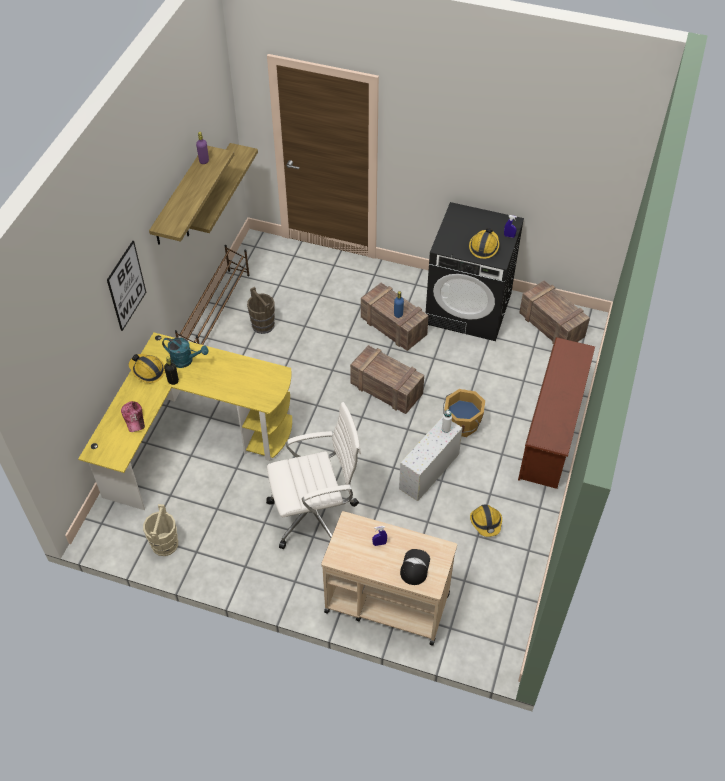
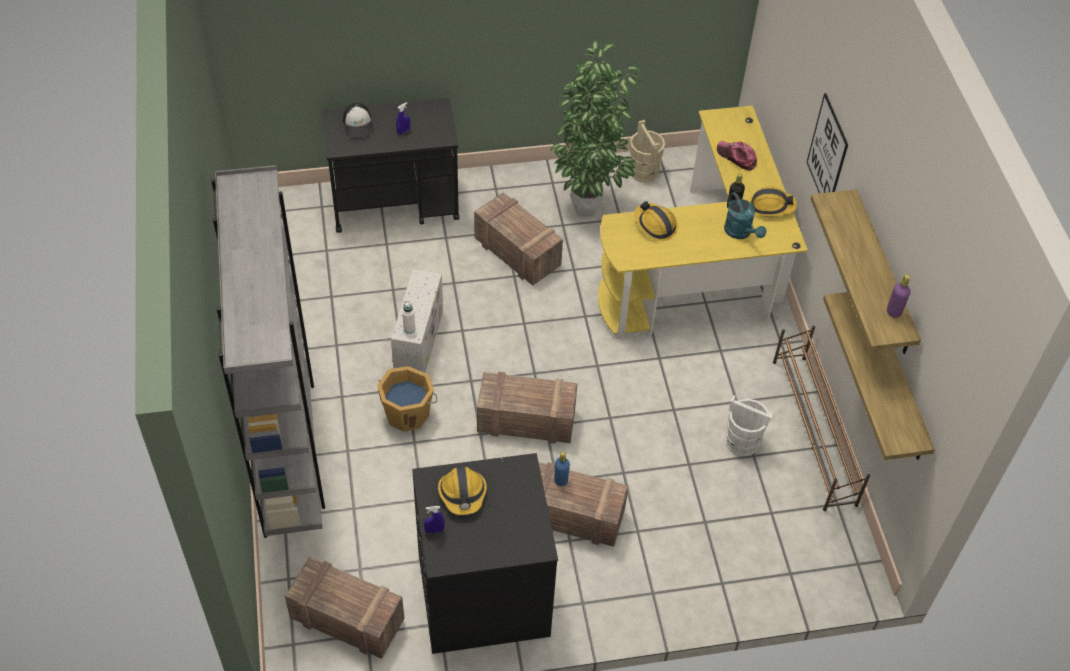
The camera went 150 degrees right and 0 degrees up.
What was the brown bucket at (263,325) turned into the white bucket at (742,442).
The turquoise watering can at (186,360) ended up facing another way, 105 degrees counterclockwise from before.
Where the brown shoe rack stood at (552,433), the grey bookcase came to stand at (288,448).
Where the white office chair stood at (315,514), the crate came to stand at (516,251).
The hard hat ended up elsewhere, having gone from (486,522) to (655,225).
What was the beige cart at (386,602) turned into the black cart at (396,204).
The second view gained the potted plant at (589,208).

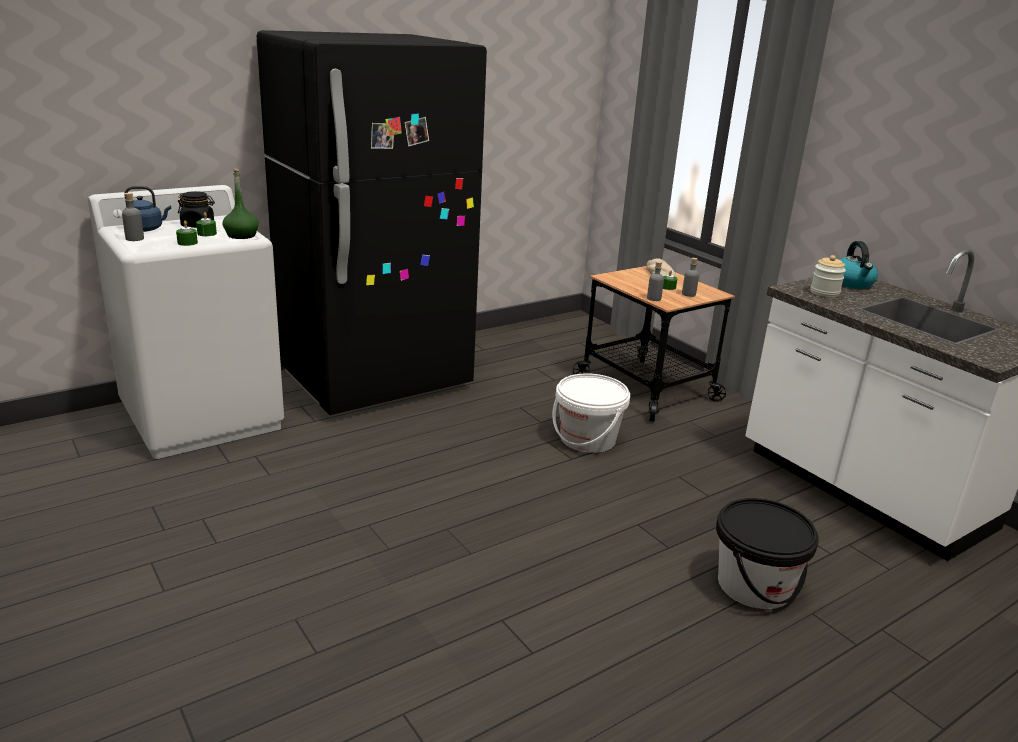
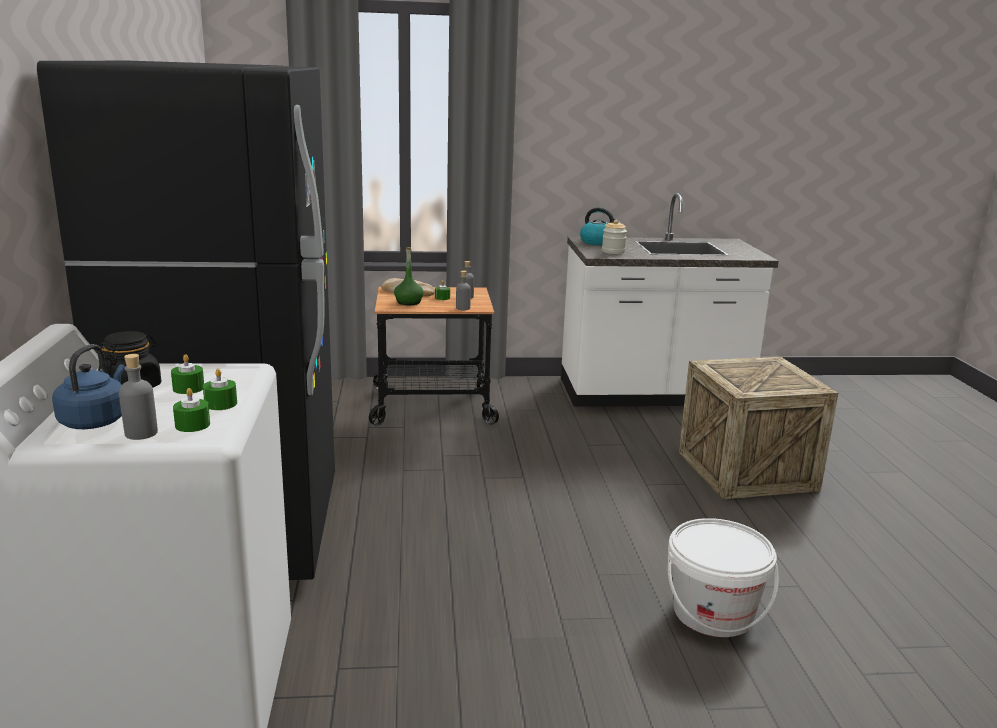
The camera went 60 degrees left and 5 degrees down.
The green bottle ended up elsewhere, having gone from (241,235) to (408,302).
The white bucket ended up elsewhere, having gone from (587,439) to (713,613).
Where the black bucket stood at (754,585), the crate came to stand at (746,471).
The second view gained the green candle at (192,425).

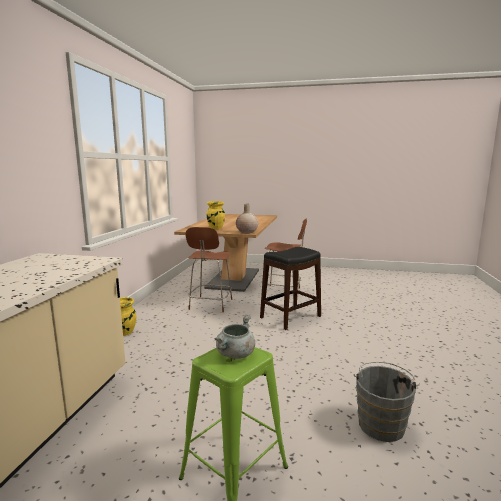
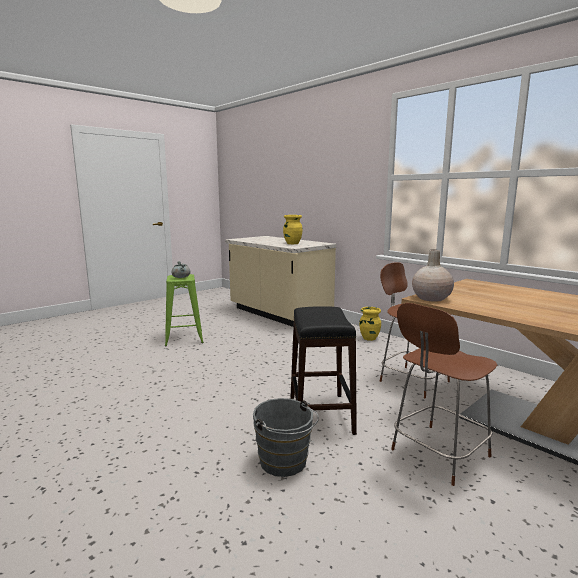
The camera went 125 degrees right and 0 degrees up.
The yellow vase ended up elsewhere, having gone from (215,228) to (292,243).
The grey bucket ended up elsewhere, having gone from (381,423) to (285,463).

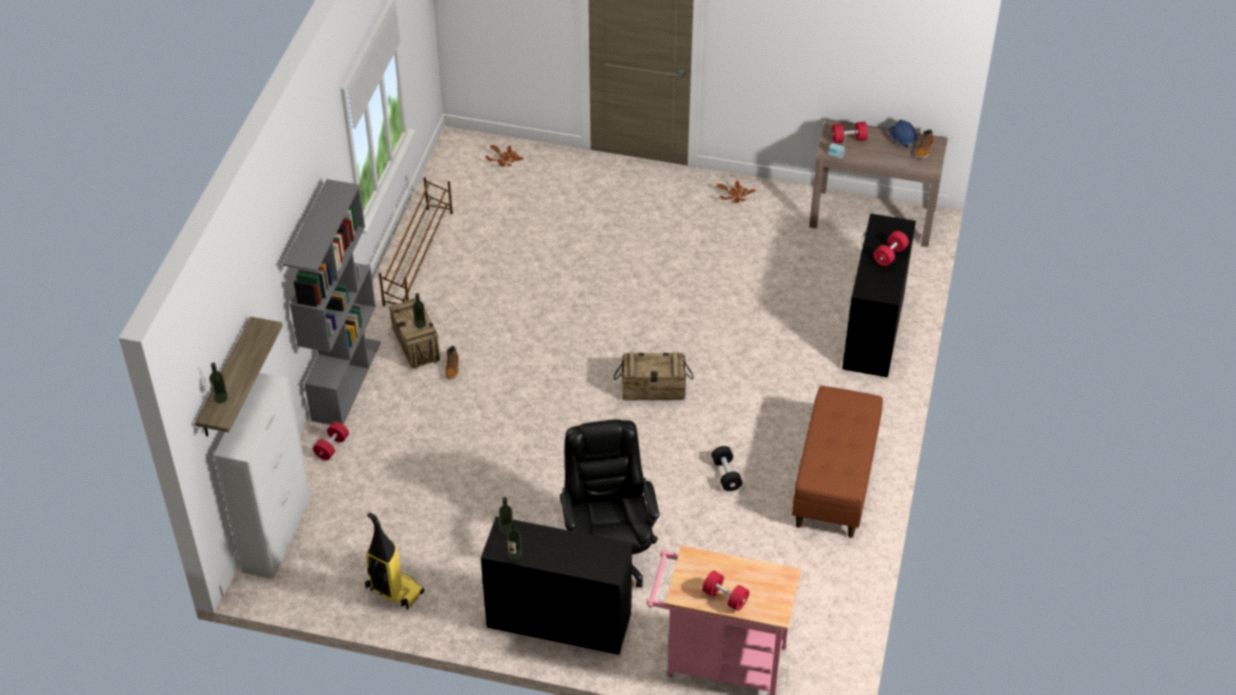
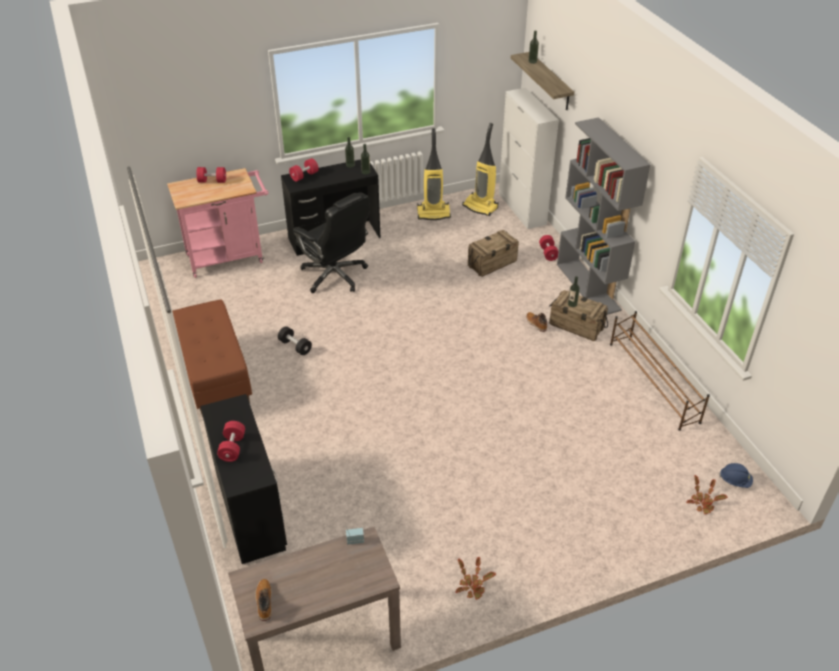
The camera went 145 degrees right and 5 degrees down.
The blue hard hat ended up elsewhere, having gone from (901,139) to (735,481).
The red dumbbell ended up elsewhere, having gone from (848,139) to (304,176).
The crate ended up elsewhere, having gone from (653,388) to (492,263).
The second view gained the vacuum cleaner at (481,207).

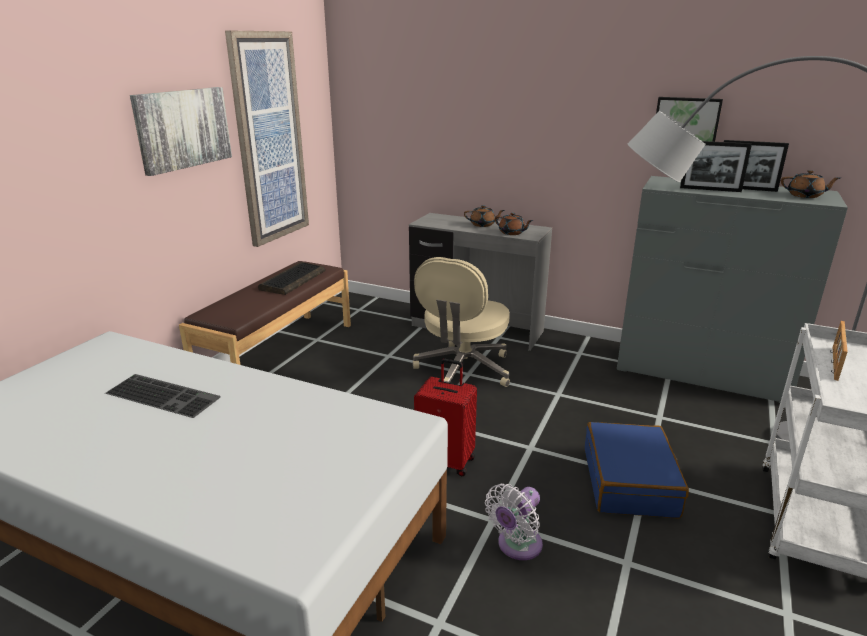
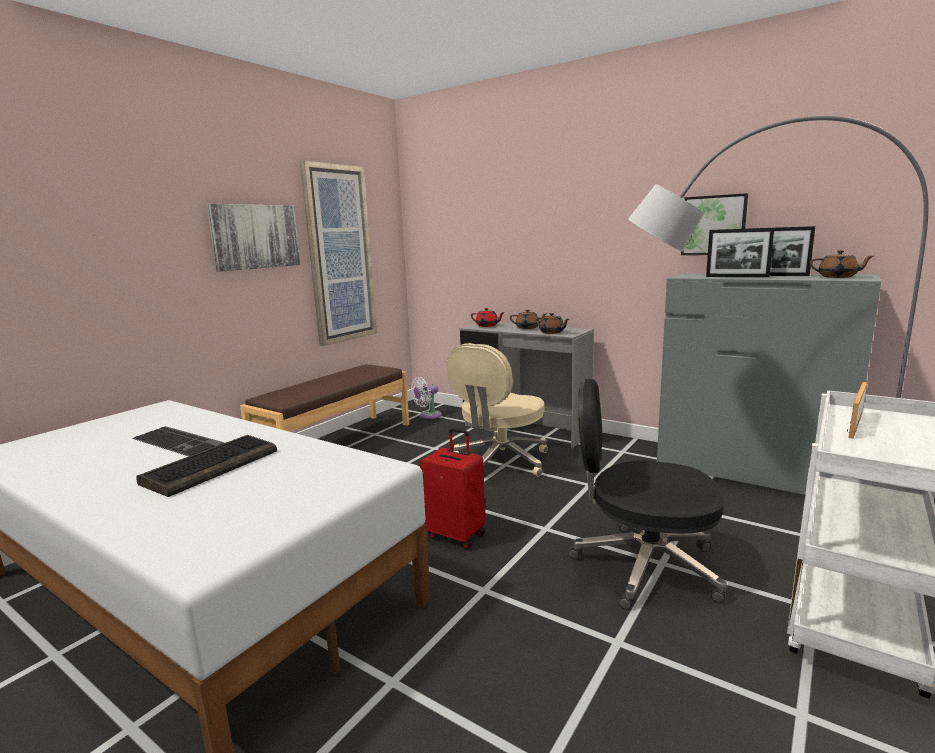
The camera went 10 degrees right and 10 degrees down.
The keyboard ended up elsewhere, having gone from (293,280) to (212,466).
Where the blue suitcase stood at (630,482), the black office chair came to stand at (643,565).
The white fan ended up elsewhere, having gone from (516,546) to (428,416).
The second view gained the red teapot at (487,325).

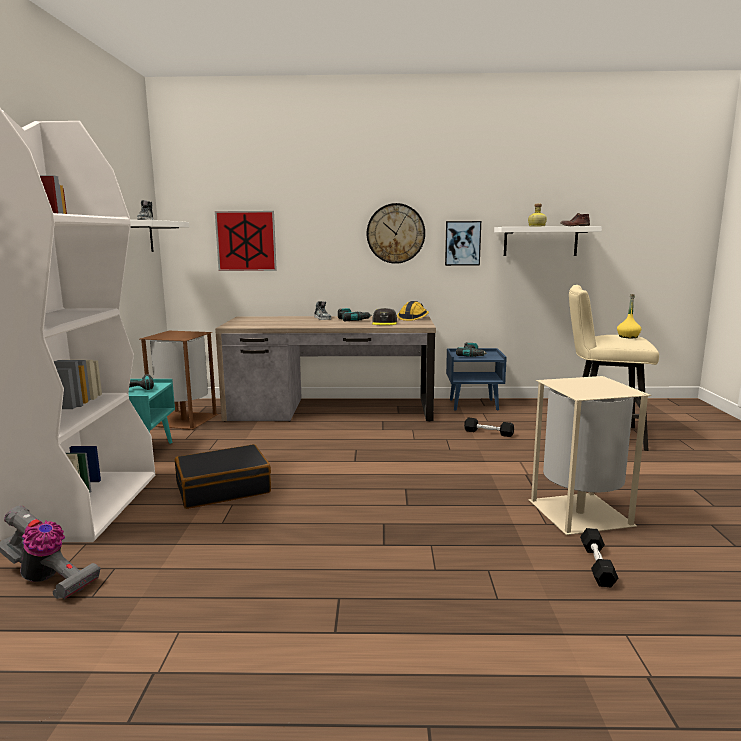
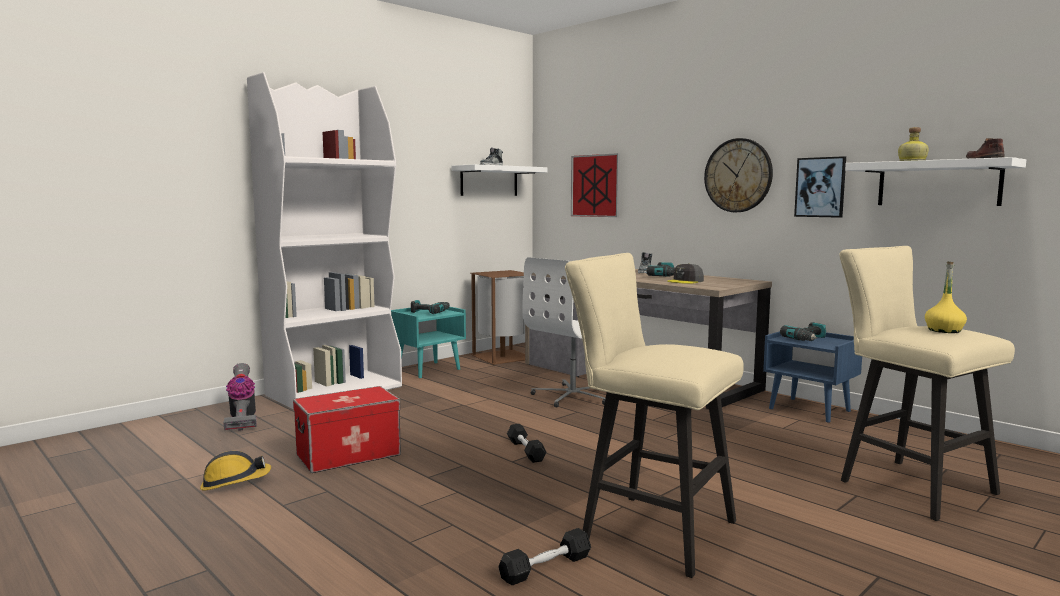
The camera went 45 degrees right and 5 degrees down.
The hard hat ended up elsewhere, having gone from (413,318) to (235,482).
Where the beige trash can stood at (577,513), the beige stool came to stand at (648,529).
The black dumbbell ended up elsewhere, having gone from (488,433) to (526,451).
The second view lost the black suitcase at (223,488).
The second view gained the white office chair at (573,396).
The second view gained the storage box at (348,455).

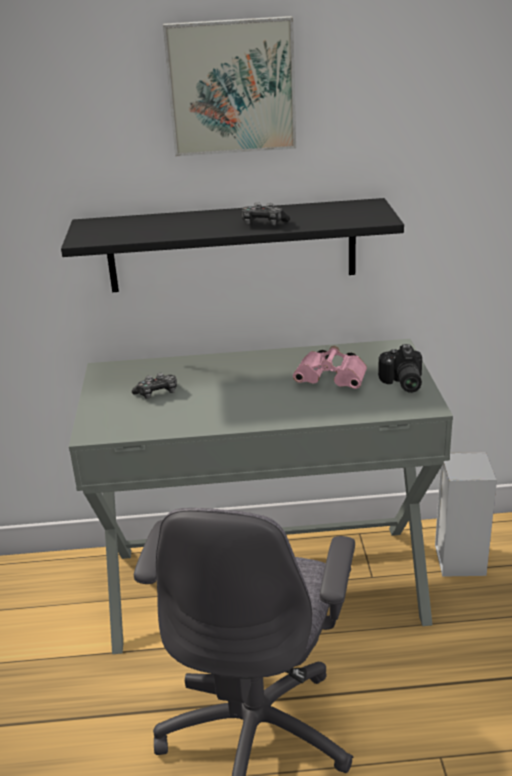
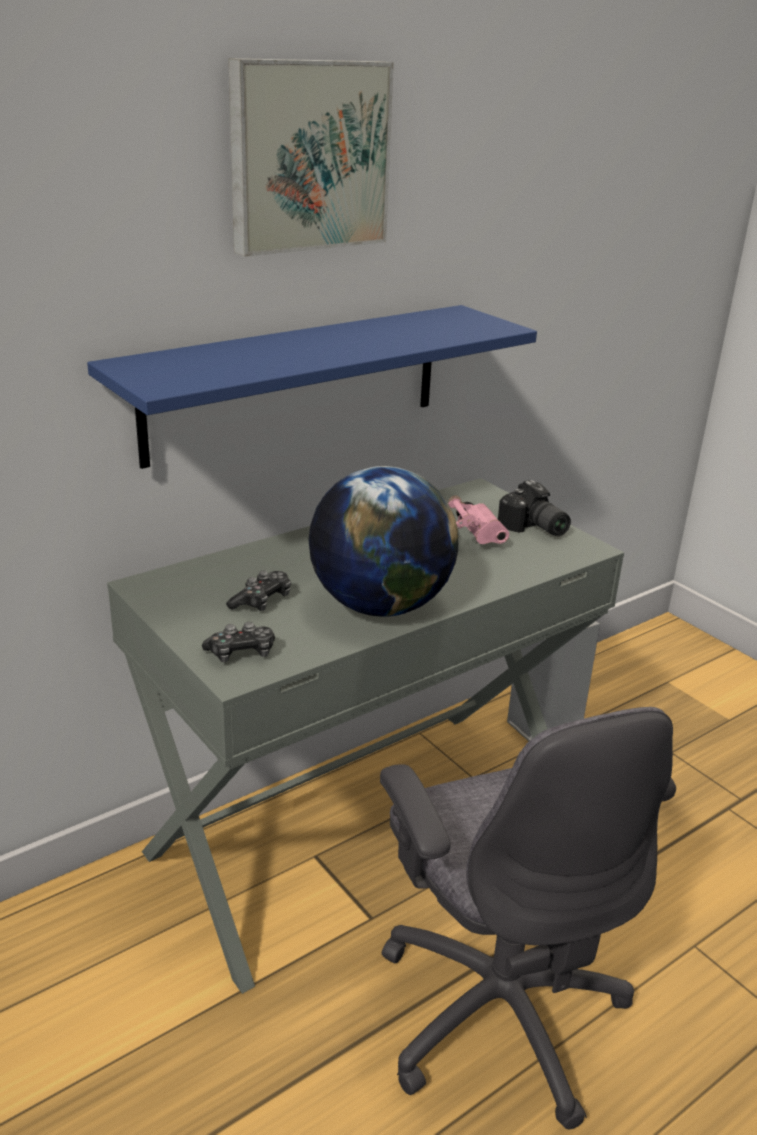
The camera went 35 degrees left and 0 degrees up.
What was the black shelf at (232,246) turned into the blue shelf at (296,382).
The game controller ended up elsewhere, having gone from (263,224) to (241,653).
The second view gained the globe at (379,605).

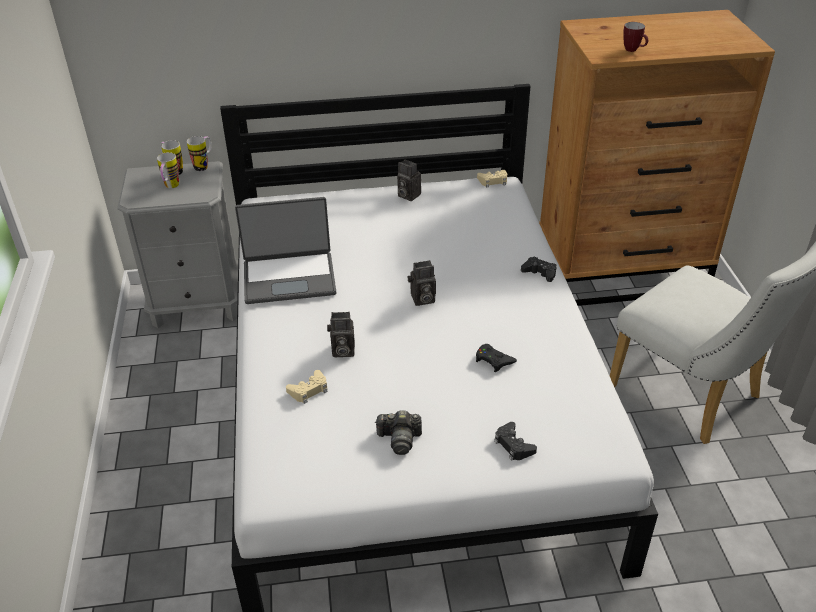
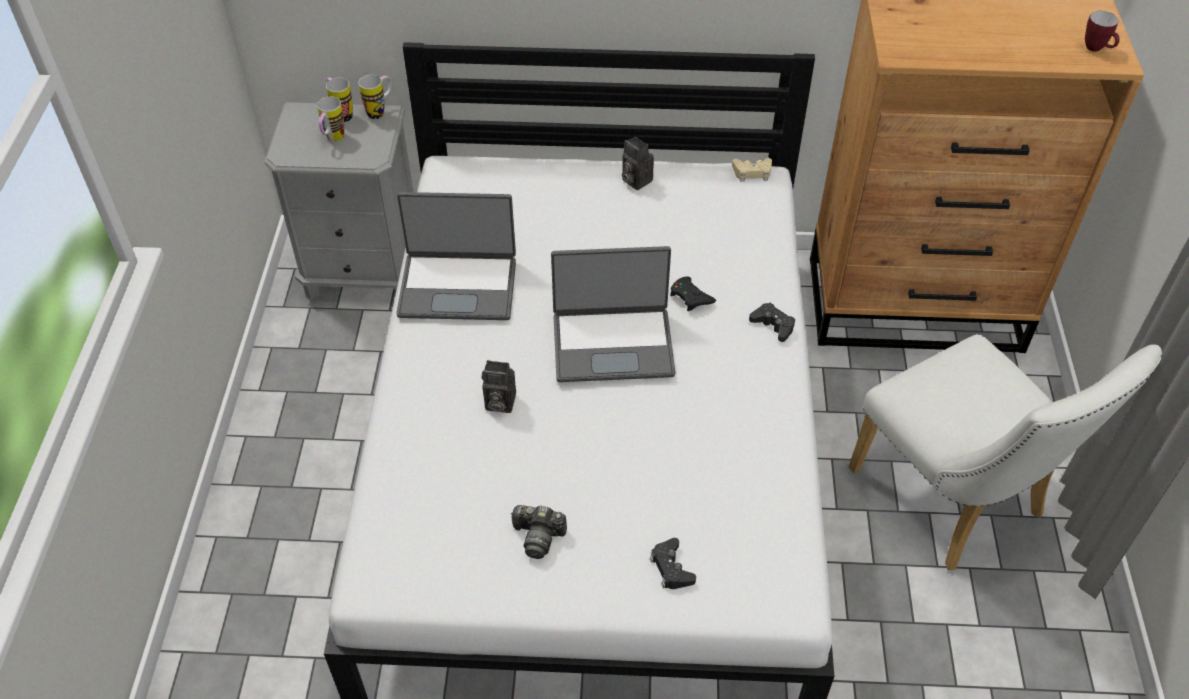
The camera went 10 degrees right and 10 degrees up.
The mug ended up elsewhere, having gone from (633,50) to (1097,49).
Where the photo camera stood at (422,299), the laptop came to stand at (613,344).
The black game controller ended up elsewhere, having gone from (493,360) to (690,297).
The second view lost the beige game controller at (309,390).

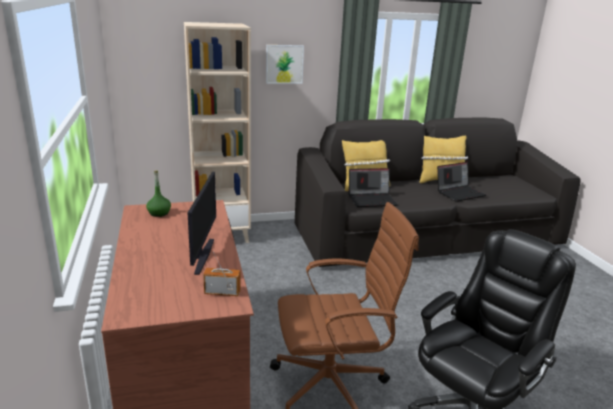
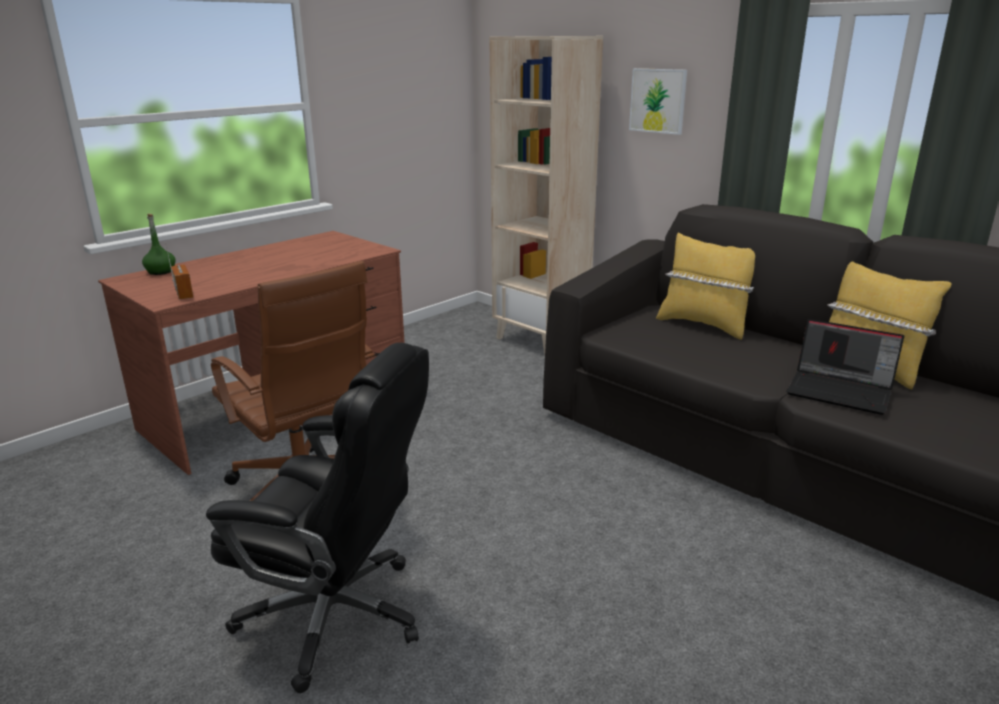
The camera went 60 degrees right and 0 degrees up.
The second view lost the laptop at (372,200).
The green bottle ended up elsewhere, having gone from (159,213) to (161,271).
The second view lost the monitor at (202,256).

